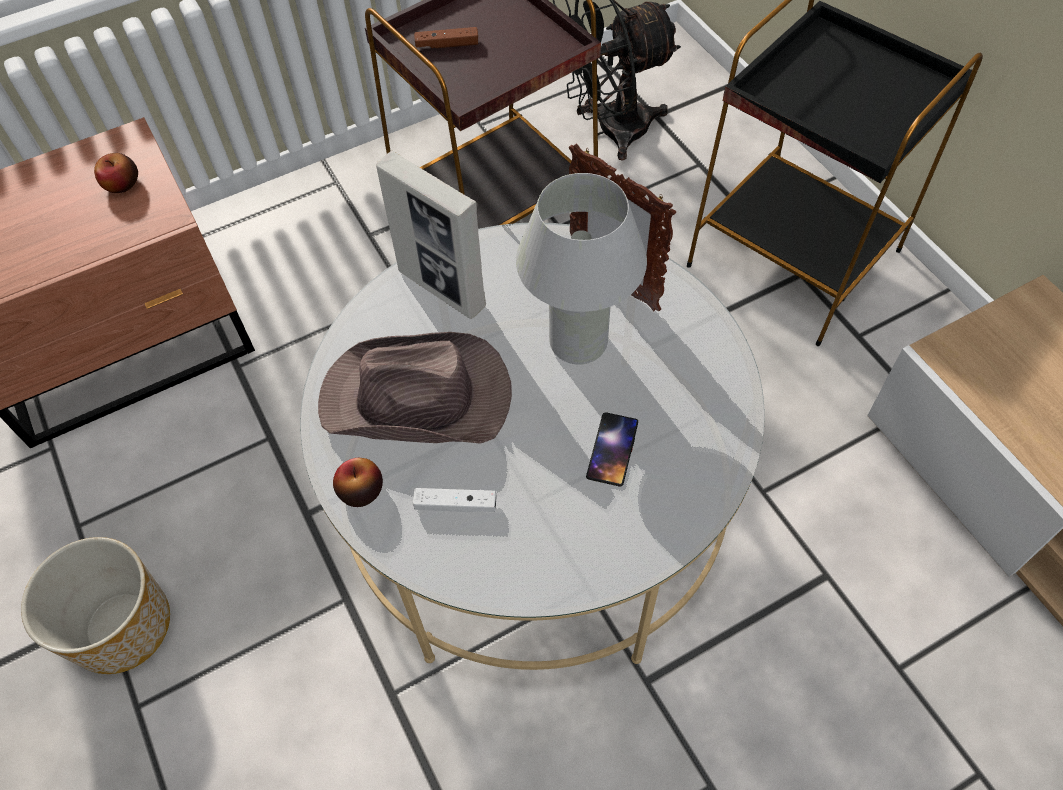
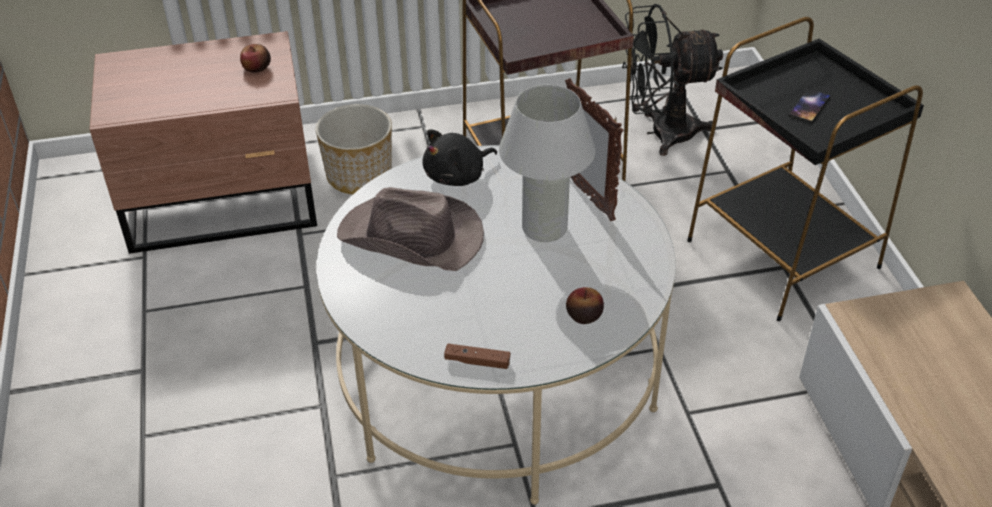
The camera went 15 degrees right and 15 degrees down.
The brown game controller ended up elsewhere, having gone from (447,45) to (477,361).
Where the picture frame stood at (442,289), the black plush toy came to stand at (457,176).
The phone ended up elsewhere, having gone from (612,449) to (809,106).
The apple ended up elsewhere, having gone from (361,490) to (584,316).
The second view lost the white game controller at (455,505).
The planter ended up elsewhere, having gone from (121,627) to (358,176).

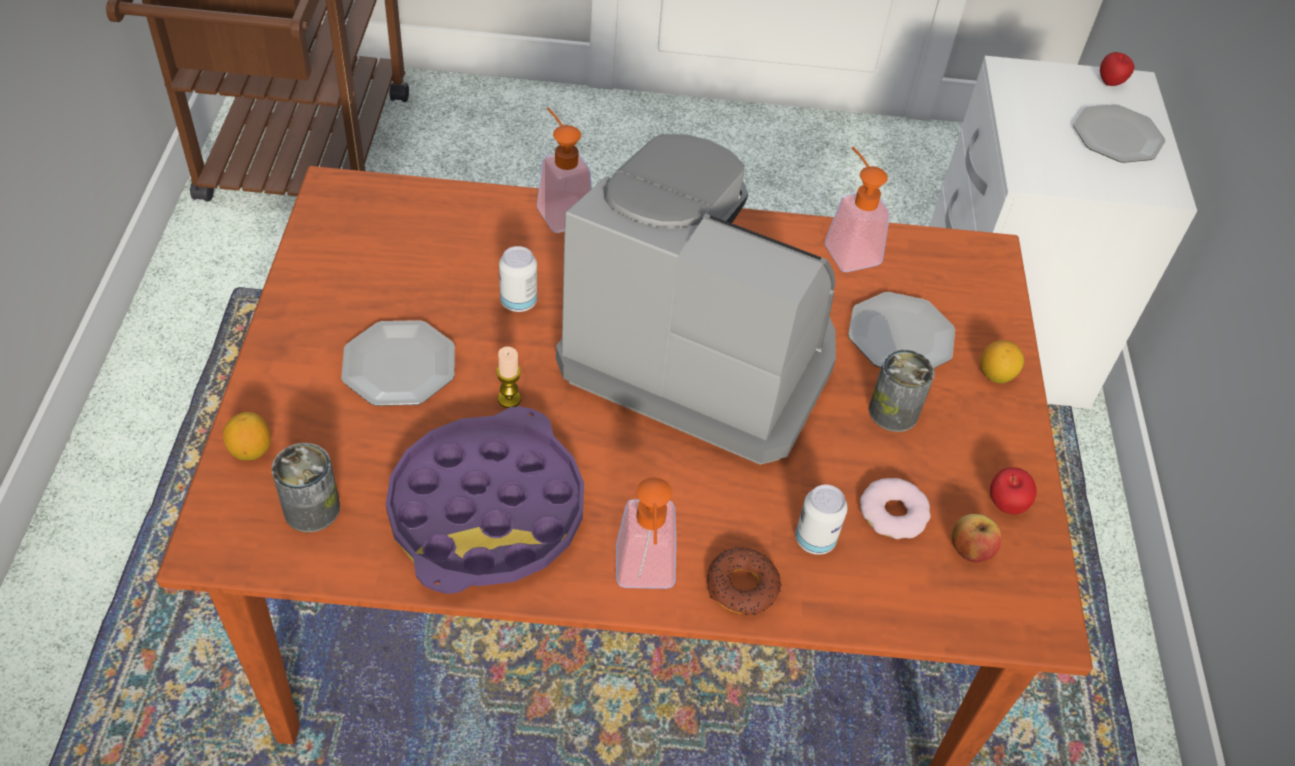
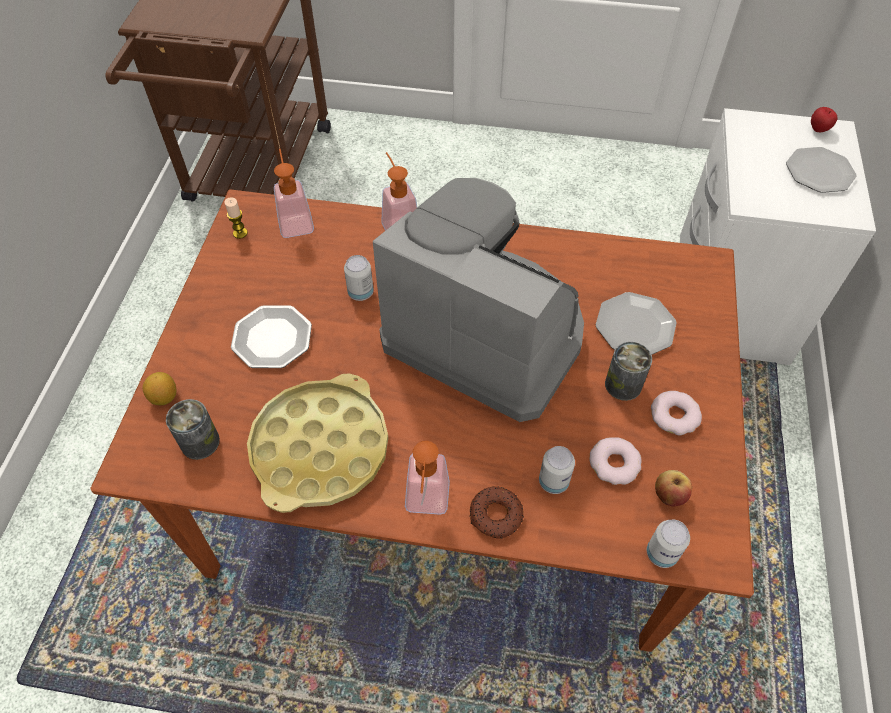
The camera went 10 degrees right and 5 degrees up.
The soap dispenser ended up elsewhere, having gone from (847,248) to (295,220).
The second view lost the lemon at (996,375).
The candle ended up elsewhere, having gone from (509,399) to (240,233).
What was the purple tray at (487,510) turned into the yellow tray at (320,448).
The second view lost the apple at (1005,505).
The second view gained the donut at (674,415).
The second view gained the can at (661,554).

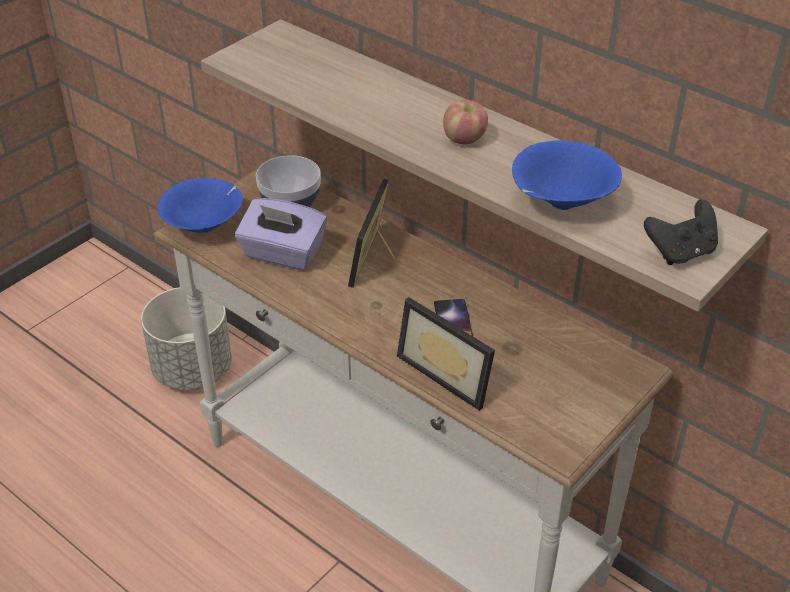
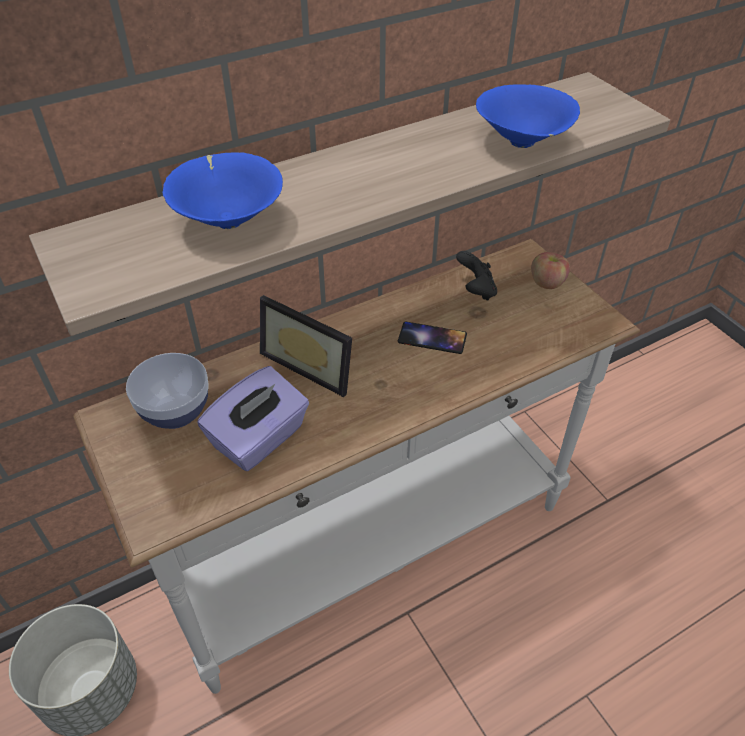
The camera went 70 degrees left and 5 degrees up.
The apple ended up elsewhere, having gone from (464,139) to (546,283).
The blue bowl ended up elsewhere, having gone from (205,227) to (229,219).
The black game controller ended up elsewhere, having gone from (680,252) to (475,290).
The second view lost the picture frame at (450,372).

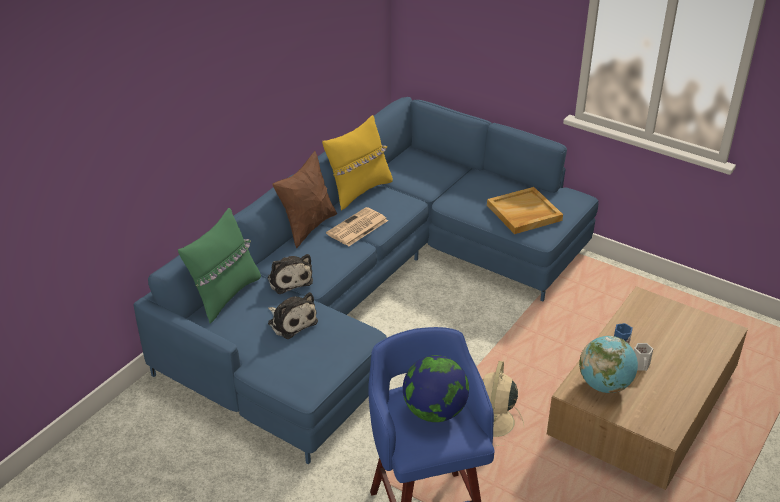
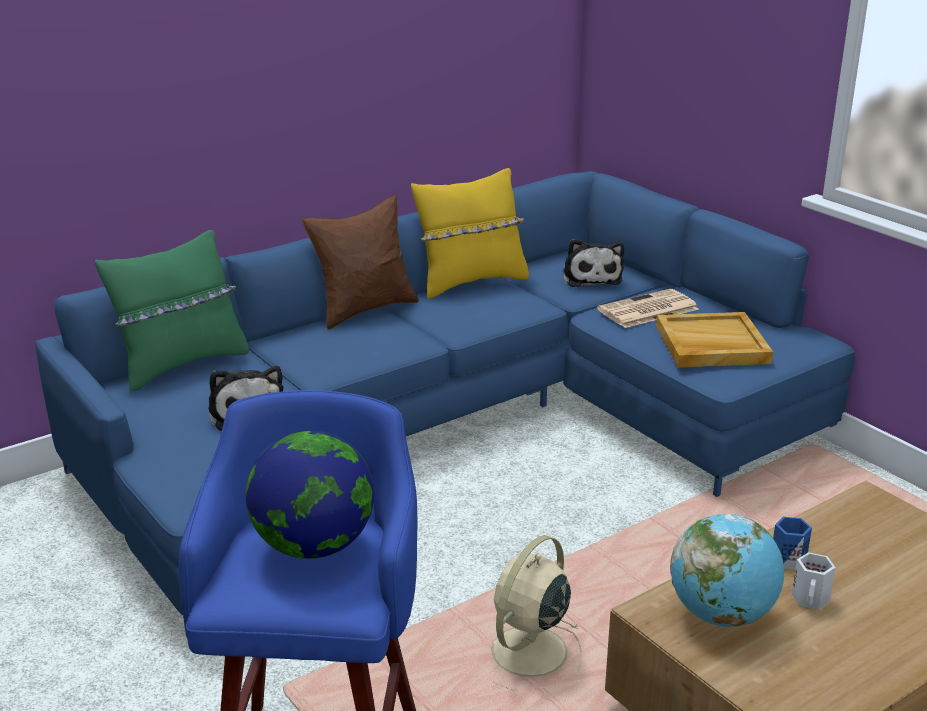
The camera went 20 degrees right and 10 degrees down.
The newspaper ended up elsewhere, having gone from (357,228) to (647,310).
The plush toy ended up elsewhere, having gone from (289,279) to (591,277).

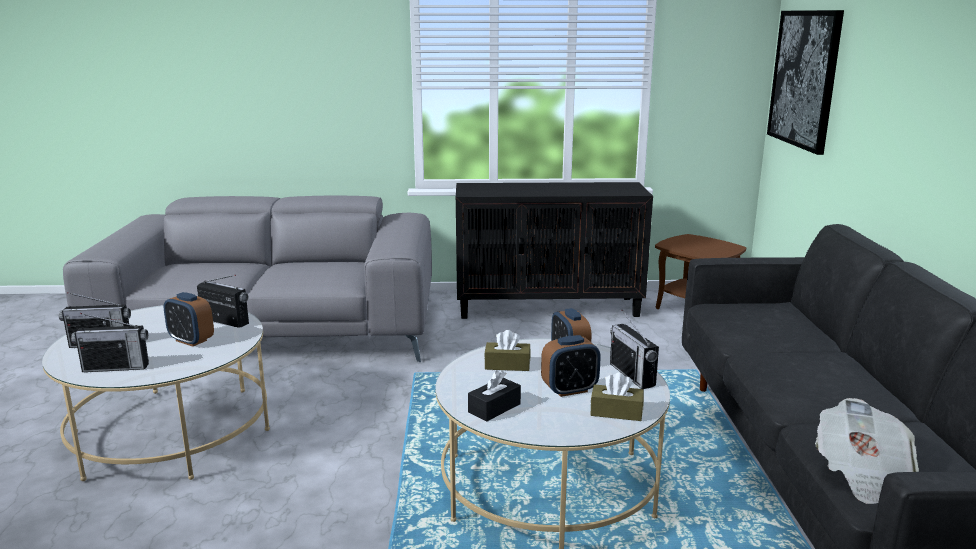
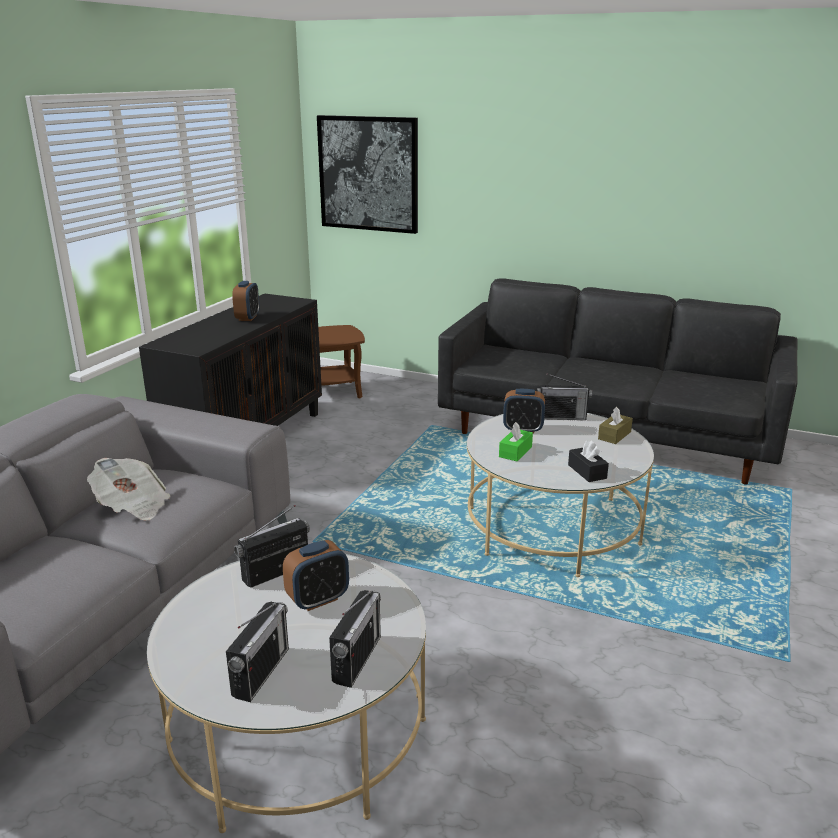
The camera went 65 degrees left and 5 degrees up.
What was the brown tissue box at (507,365) turned into the green tissue box at (515,452).
The alarm clock ended up elsewhere, having gone from (569,390) to (247,318).
The newspaper ended up elsewhere, having gone from (862,475) to (132,506).

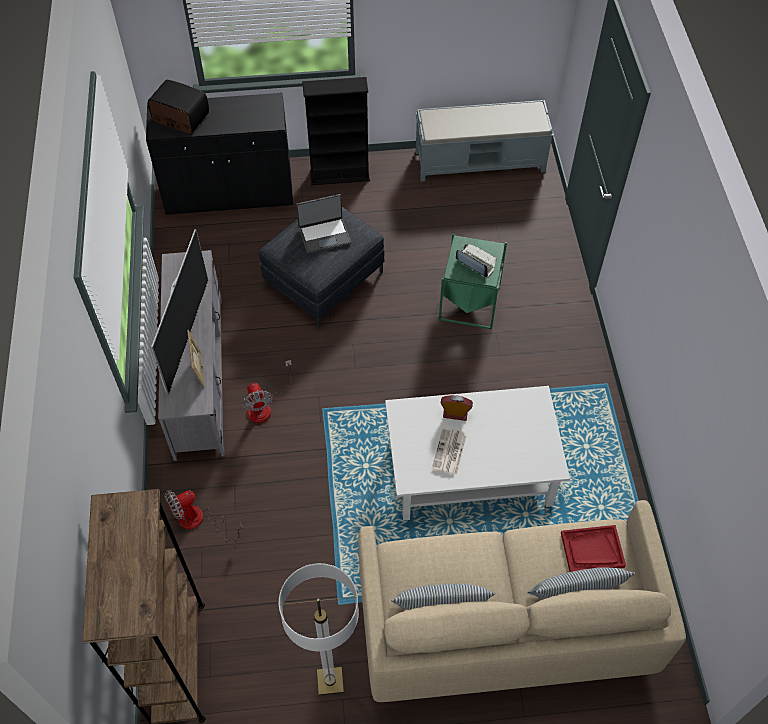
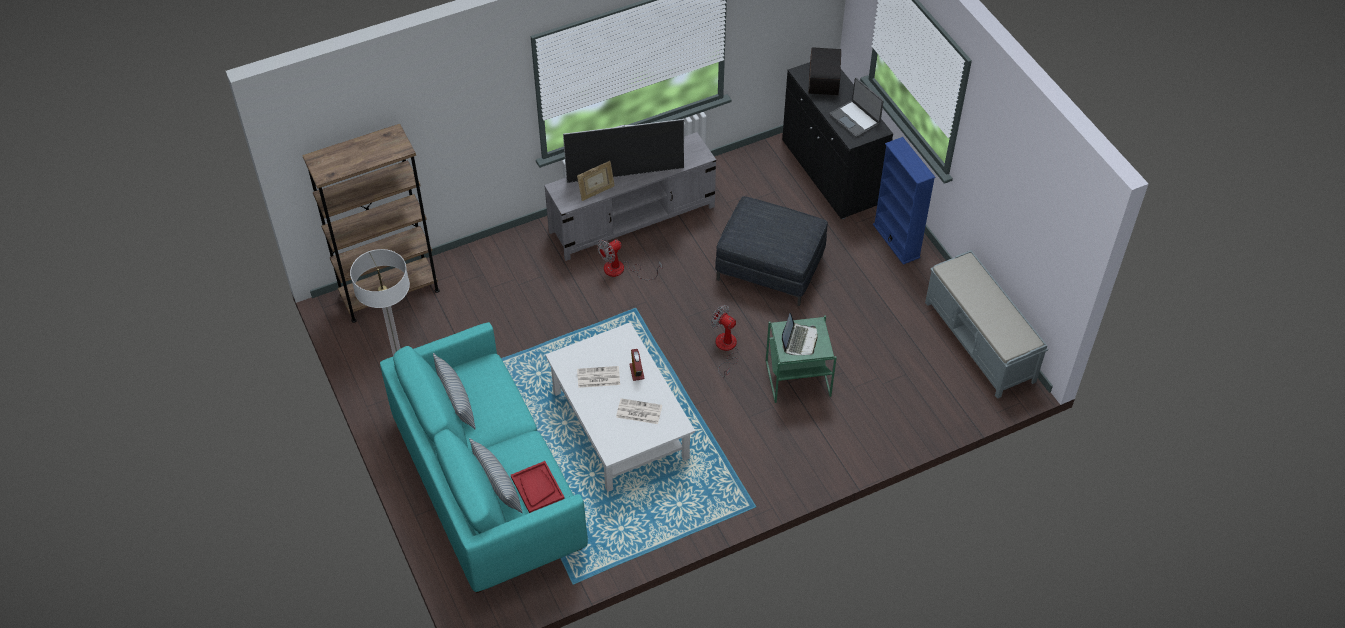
The camera went 70 degrees right and 5 degrees down.
What was the black bookcase at (339,176) turned into the blue bookcase at (896,241).
The laptop ended up elsewhere, having gone from (324,235) to (855,119).
The fan ended up elsewhere, having gone from (199,521) to (725,349).
What was the beige sofa at (504,624) turned into the turquoise sofa at (487,483).
The second view gained the newspaper at (638,412).

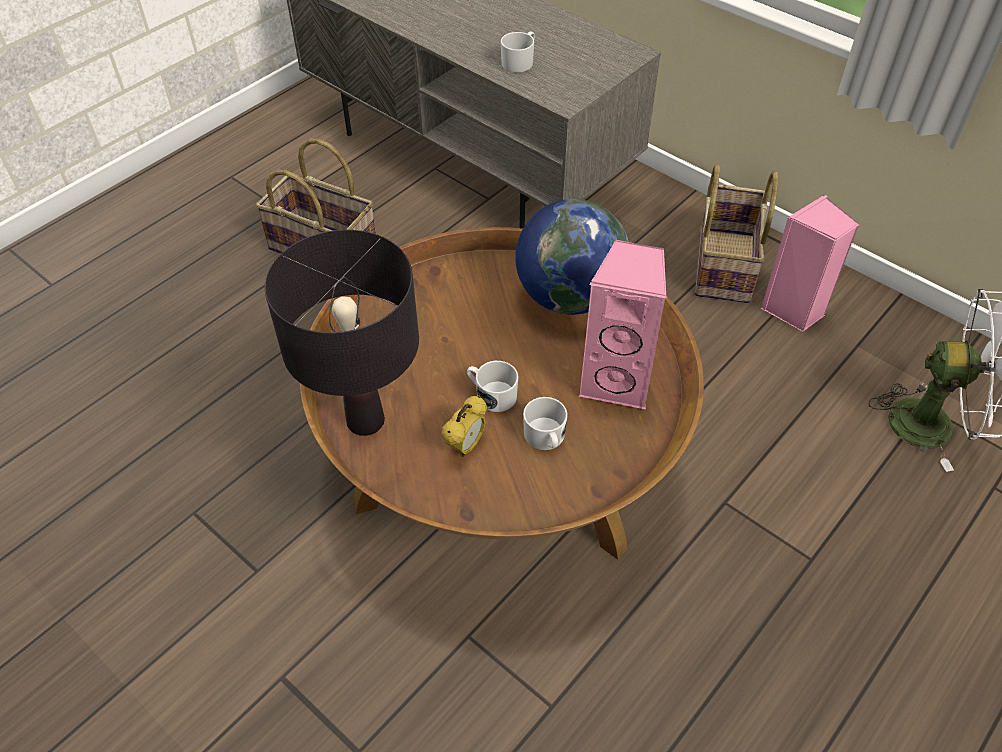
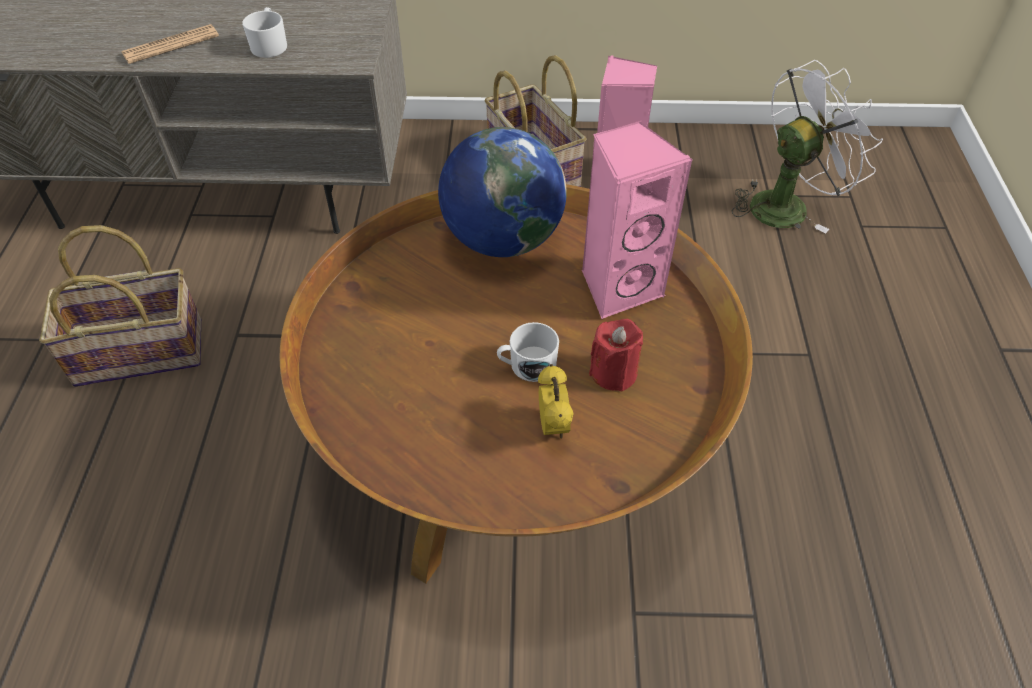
The camera went 40 degrees left and 0 degrees up.
The second view lost the black table lamp at (366,421).
Where the white mug stood at (546,438), the red candle came to stand at (614,372).
The second view gained the newspaper at (171,45).

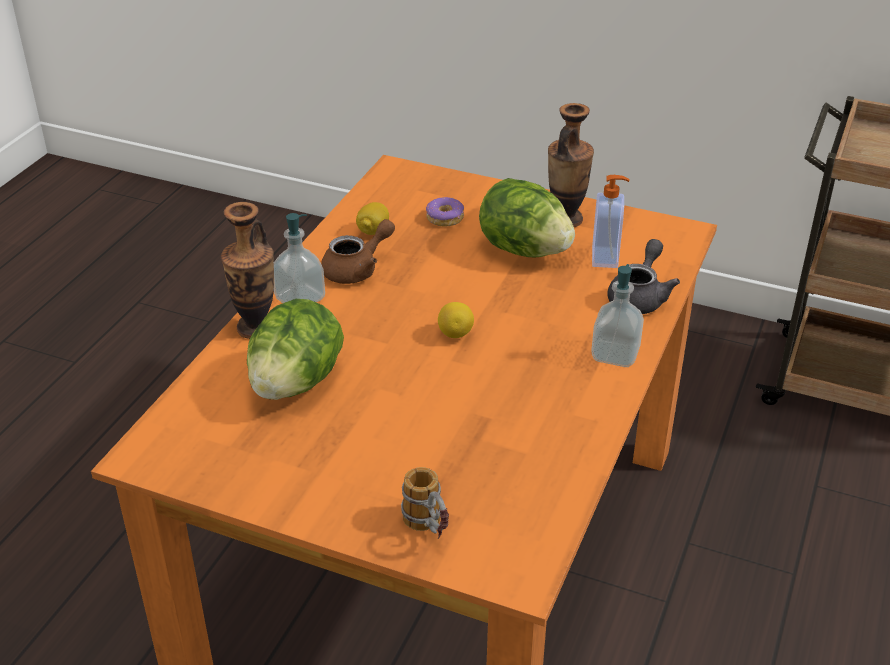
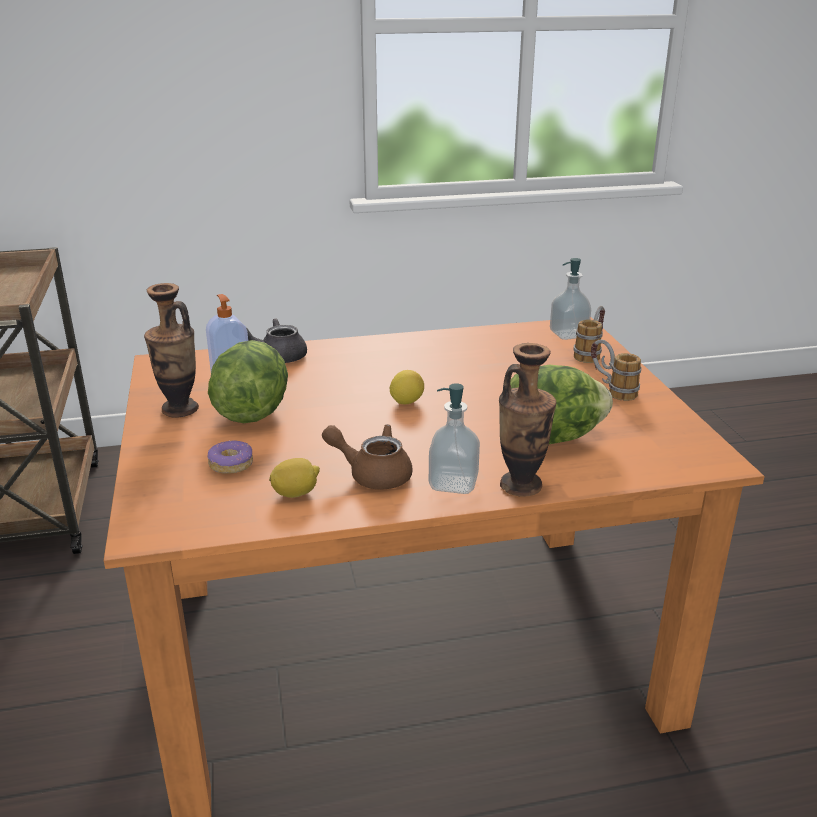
The camera went 125 degrees left and 10 degrees down.
The soap dispenser ended up elsewhere, having gone from (615,354) to (568,334).
The second view gained the mug at (611,390).

